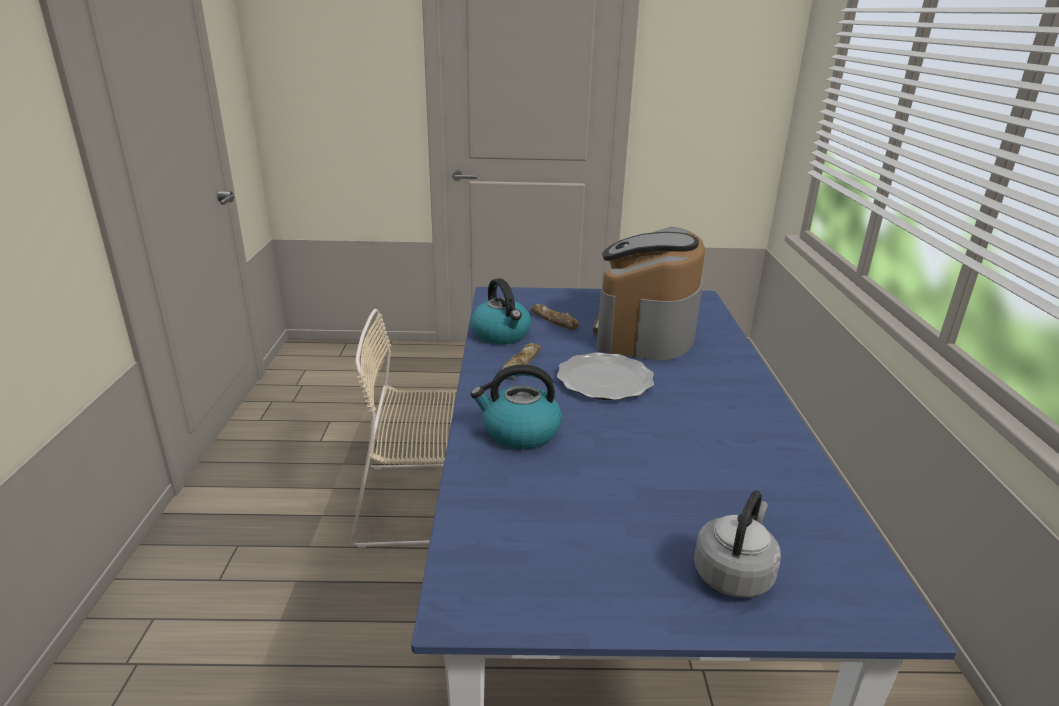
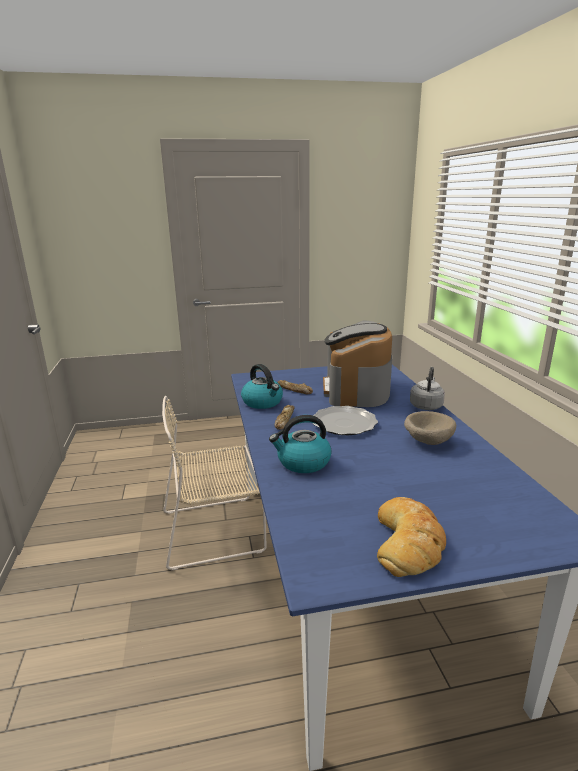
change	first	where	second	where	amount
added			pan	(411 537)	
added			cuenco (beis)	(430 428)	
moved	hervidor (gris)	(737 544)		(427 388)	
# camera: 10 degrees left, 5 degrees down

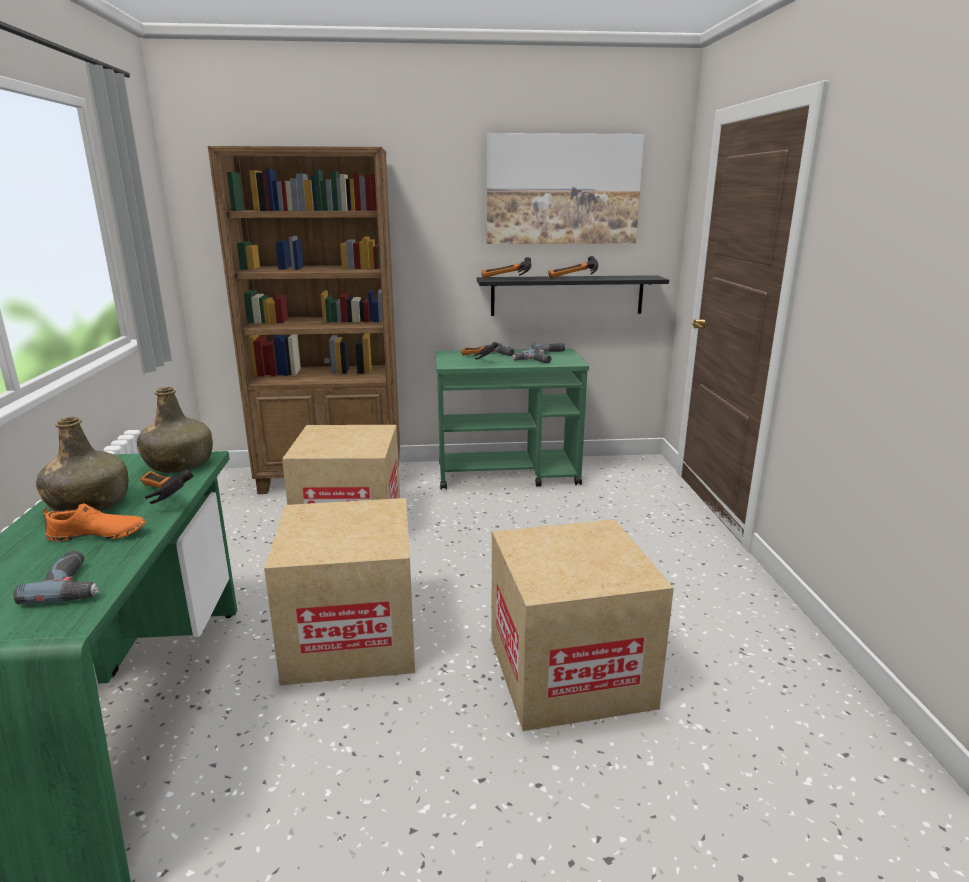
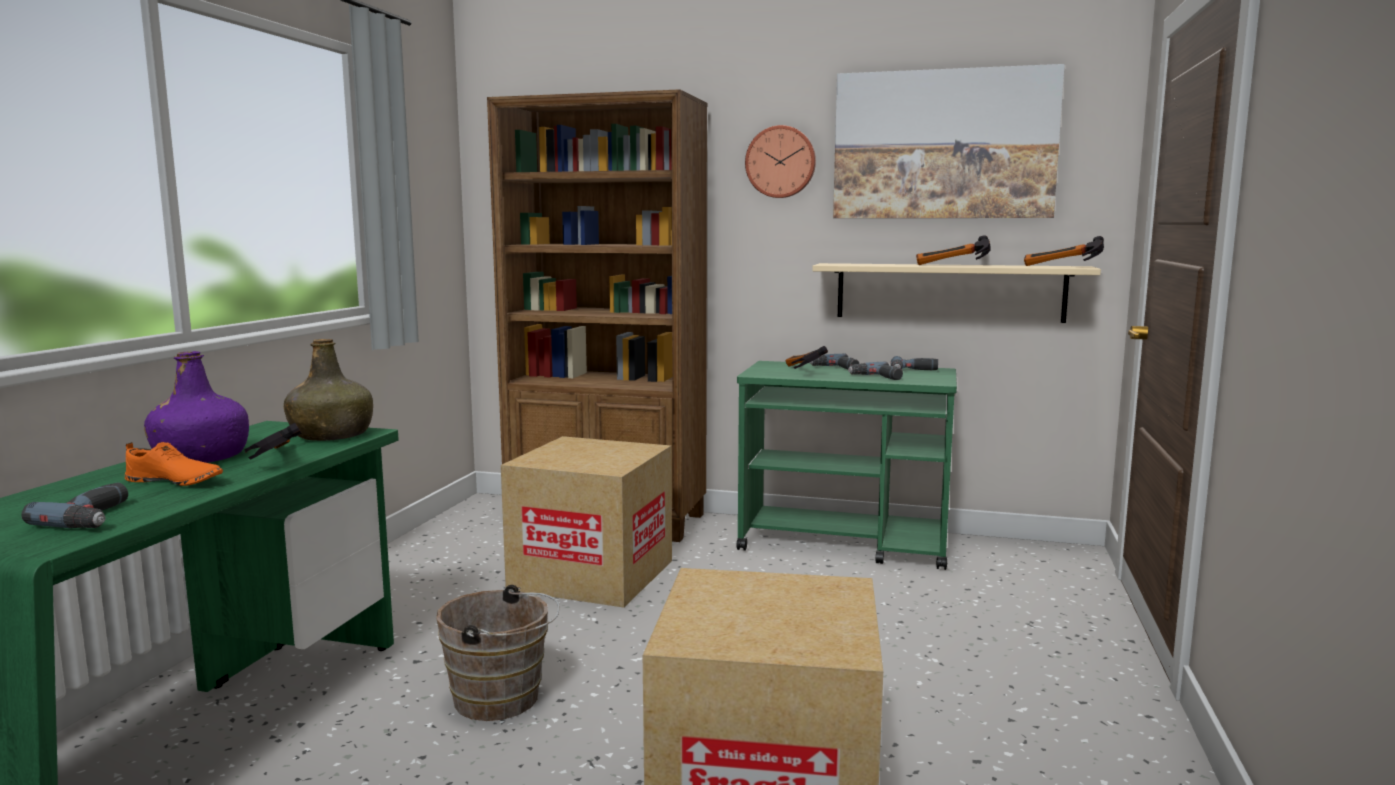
change	first	where	second	where	amount
recoloured	botella (verde)	(82 464)	botella (morado)	(196 407)	
replaced	caja de cartón	(339 591)	cubo (marrón)	(498 653)	
added			reloj de pared	(780 161)	
recoloured	estante (negro)	(573 295)	estante (beis)	(956 293)	
moved	martillo	(506 267)		(1064 251)	
# camera: 20 degrees right, 10 degrees down

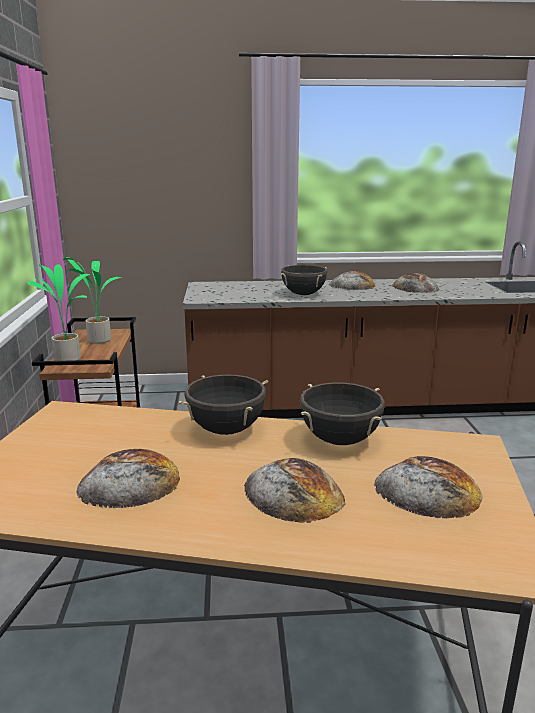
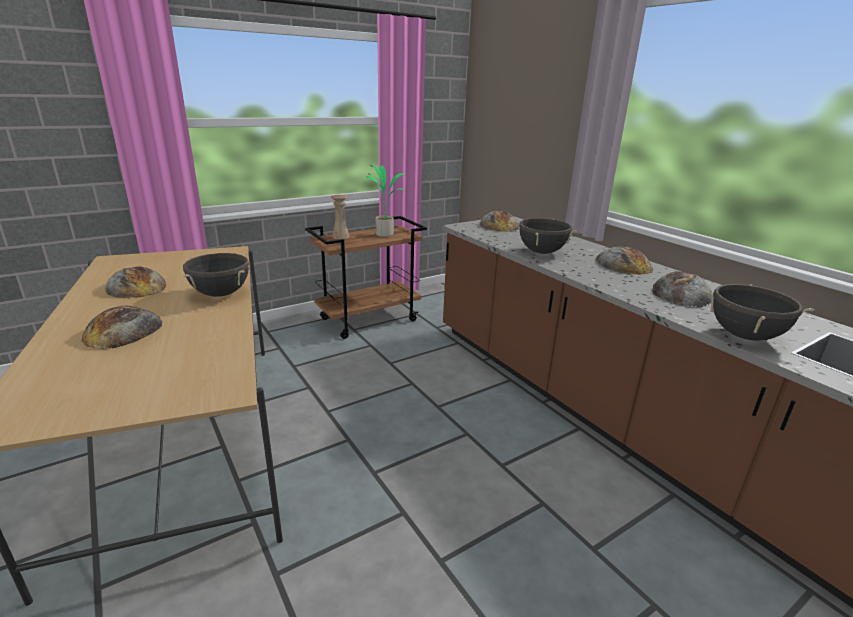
change	first	where	second	where	amount
replaced	planta en maceta	(58 312)	florero (beis)	(340 217)	
moved	pan	(428 487)		(499 221)	
moved	olla (negro)	(342 414)		(759 312)	
# camera: 60 degrees right, 5 degrees up

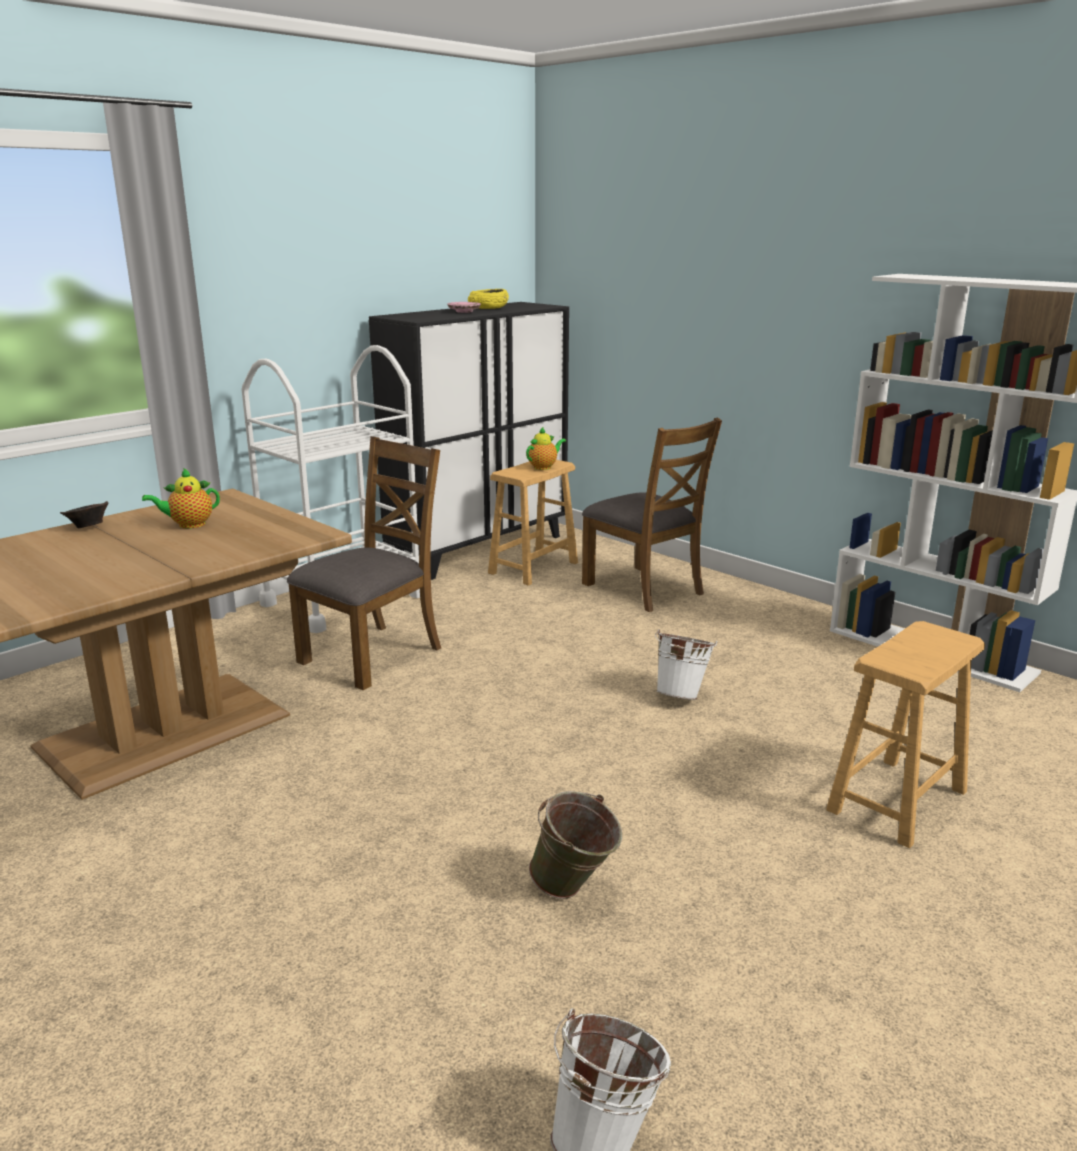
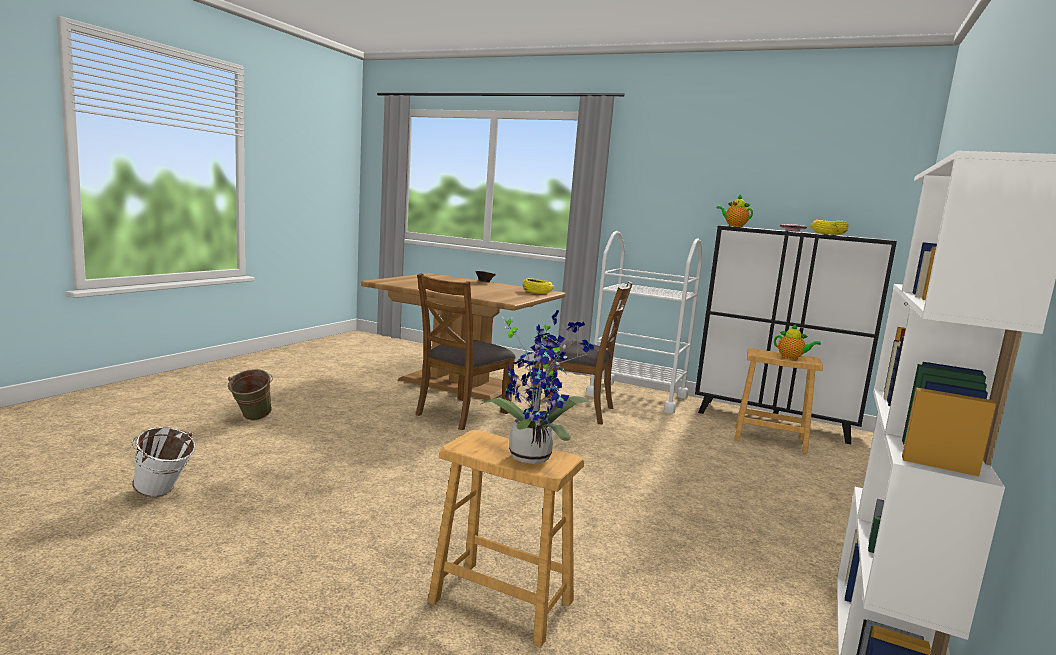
change	first	where	second	where	amount
moved	cubo (verde)	(575 845)		(250 394)	
moved	silla (marrón)	(652 515)		(465 351)	
added			planta en maceta	(537 387)	
added			cuenco (amarillo)	(538 286)	
moved	tetera	(181 498)		(735 211)	
removed	cubo (blanco)	(686 664)			
# camera: 70 degrees right, 10 degrees down

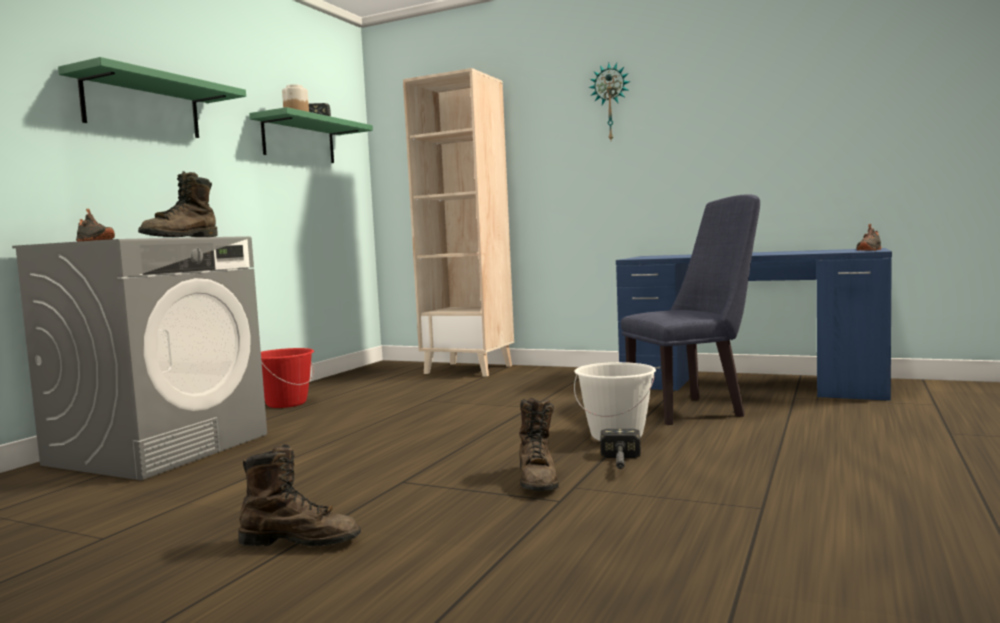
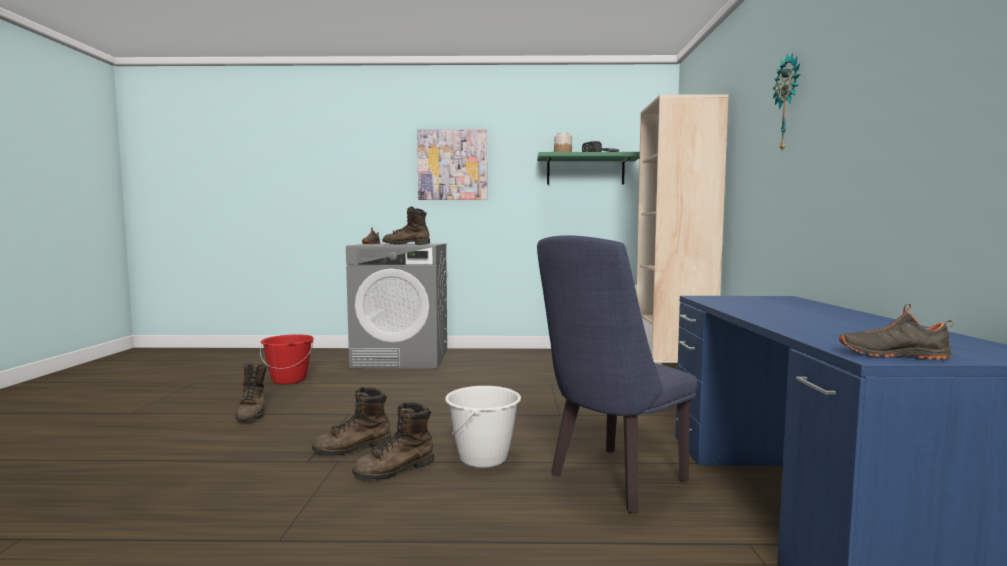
change	first	where	second	where	amount
moved	cubo (rojo)	(287 378)		(287 359)	
replaced	martillo	(620 449)	bota (marrón)	(393 441)	
replaced	estante (verde)	(152 97)	cuadro	(452 164)	
turned	silla (azul)	(690 309)		(617 374)	90 degrees clockwise
# camera: 65 degrees right, 0 degrees up

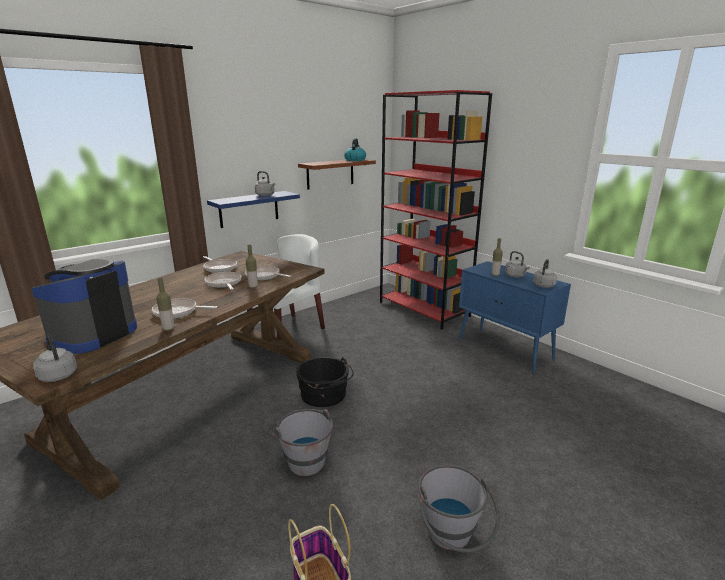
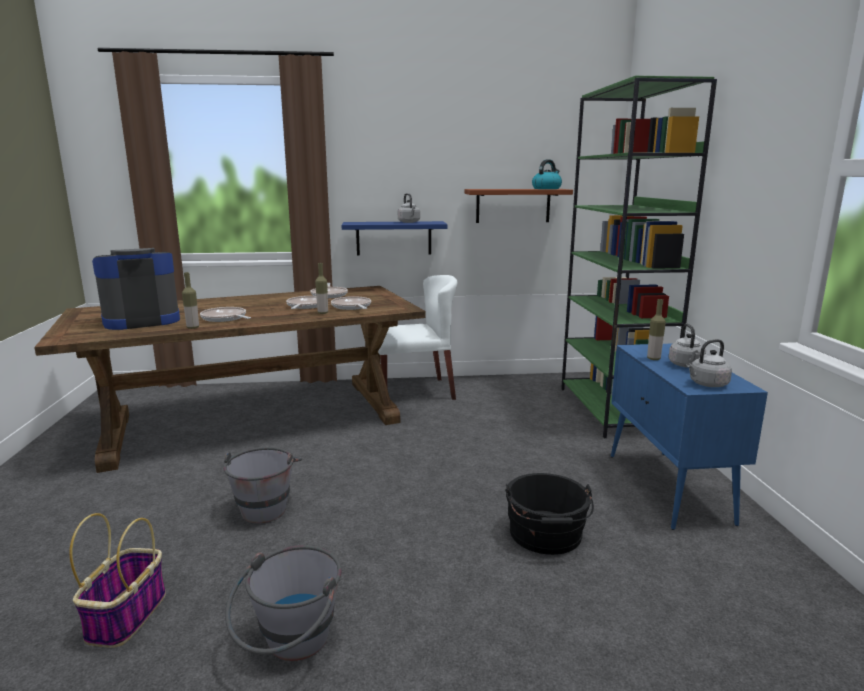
change	first	where	second	where	amount
moved	cubo (negro)	(324 382)		(549 514)	
recoloured	estantería (rojo)	(436 210)	estantería (verde)	(639 257)	
removed	hervidor (gris)	(55 358)			
# camera: 35 degrees right, 5 degrees down

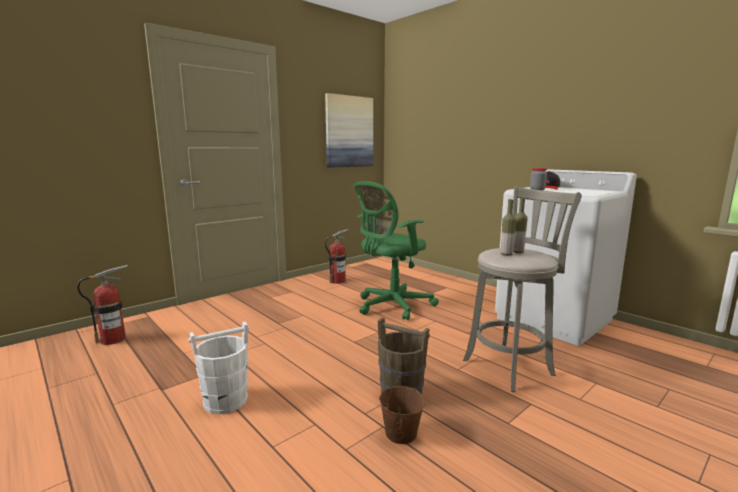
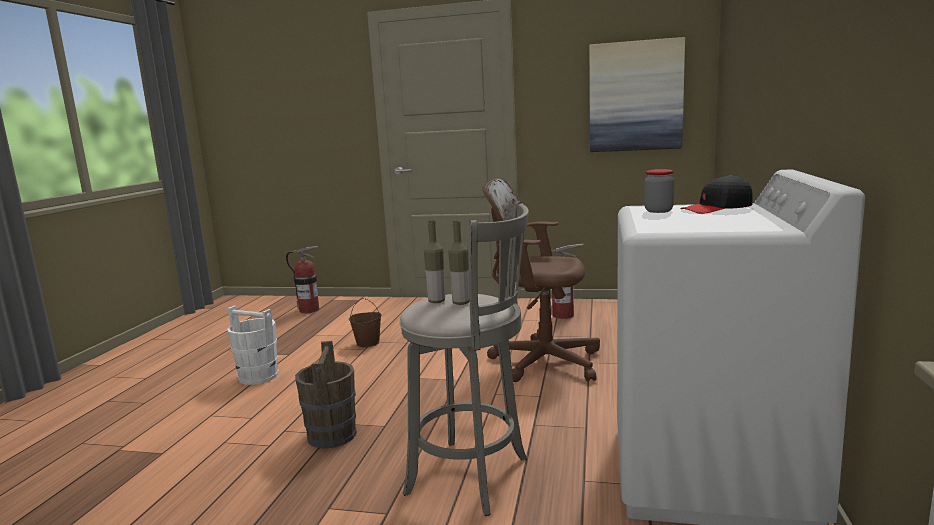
change	first	where	second	where	amount
moved	cubo (marrón)	(402 409)		(365 322)	
recoloured	silla de oficina (verde)	(396 250)	silla de oficina (marrón)	(541 280)	
# camera: 55 degrees right, 0 degrees up

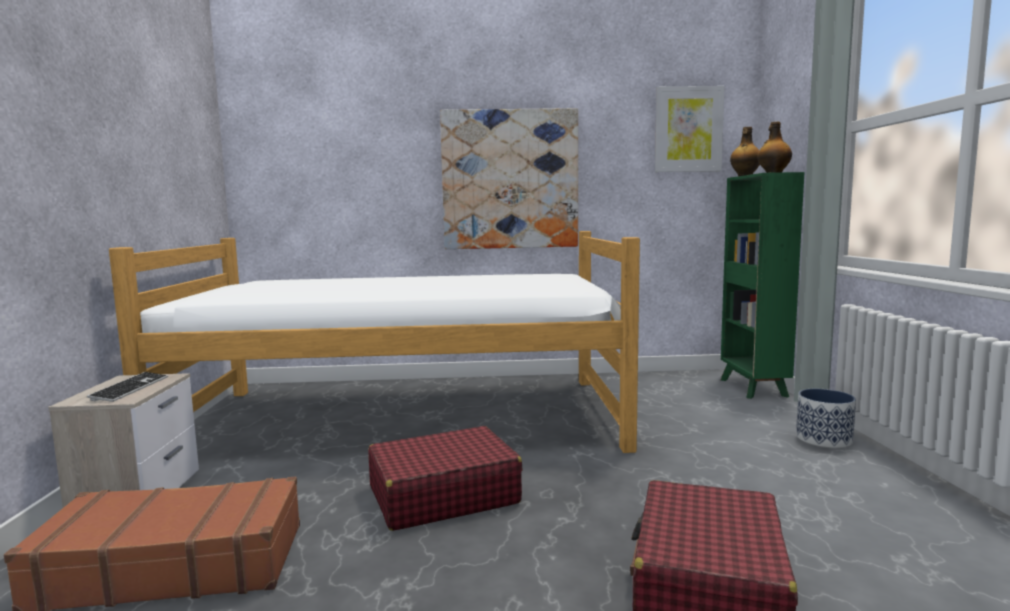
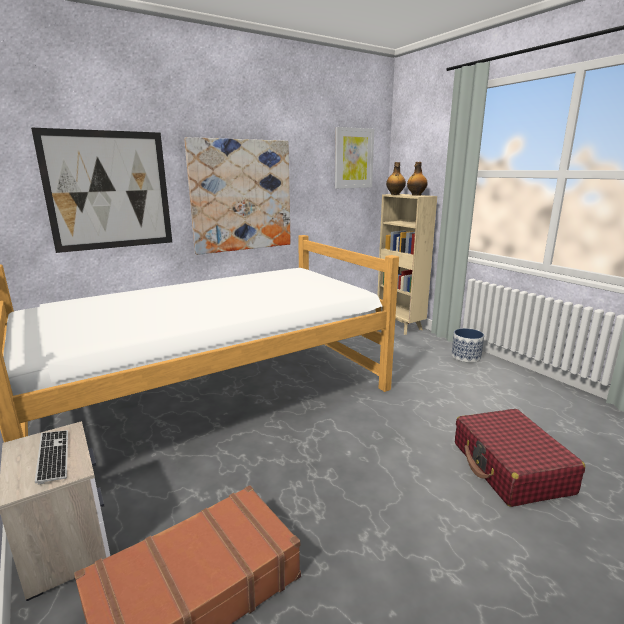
change	first	where	second	where	amount
added			cuadro	(101 190)	
recoloured	estantería (verde)	(762 285)	estantería (beis)	(407 264)	
removed	maleta (rojo)	(445 478)			
# camera: 30 degrees left, 10 degrees up

